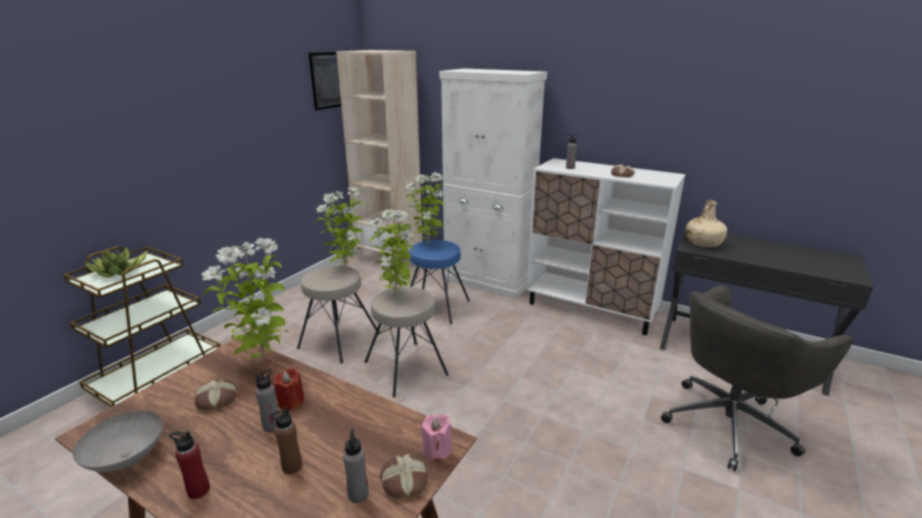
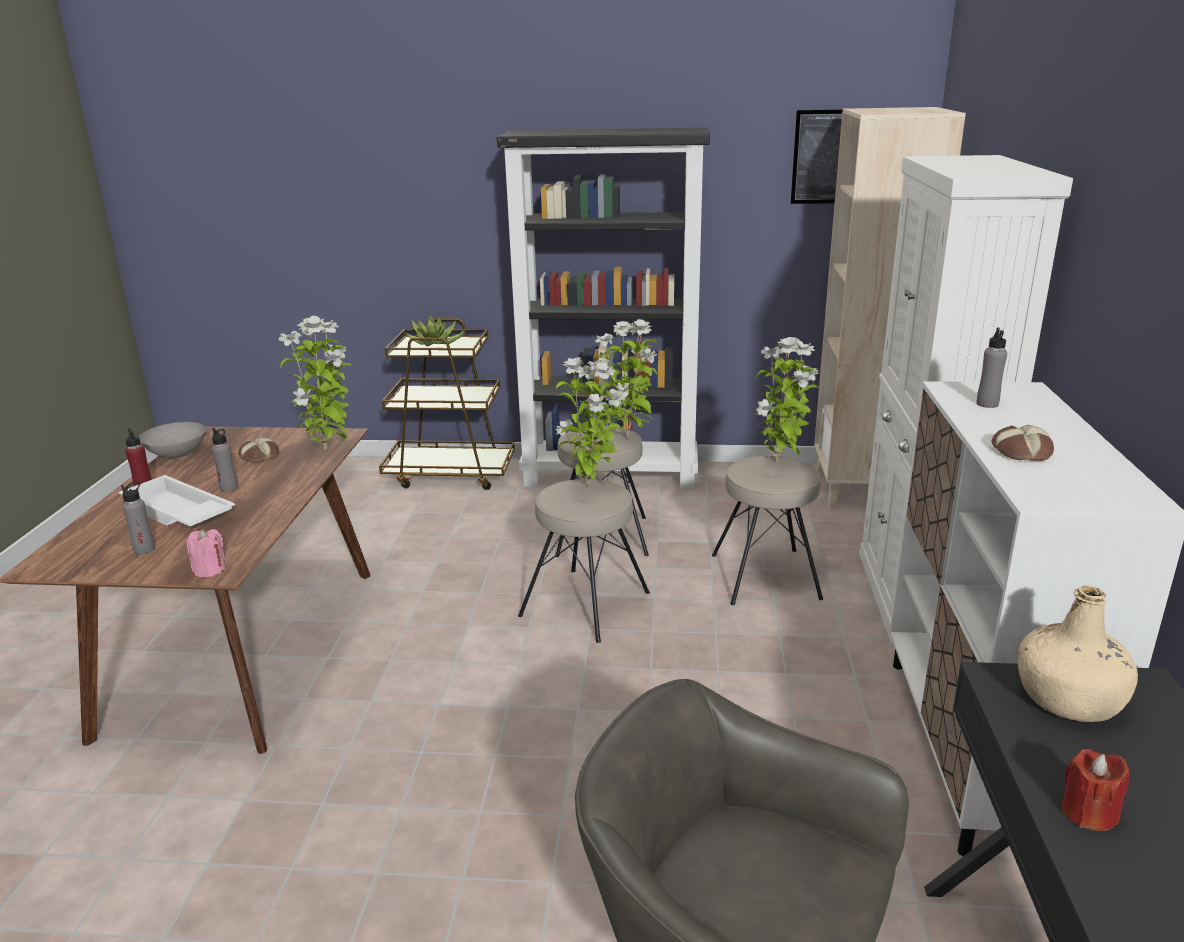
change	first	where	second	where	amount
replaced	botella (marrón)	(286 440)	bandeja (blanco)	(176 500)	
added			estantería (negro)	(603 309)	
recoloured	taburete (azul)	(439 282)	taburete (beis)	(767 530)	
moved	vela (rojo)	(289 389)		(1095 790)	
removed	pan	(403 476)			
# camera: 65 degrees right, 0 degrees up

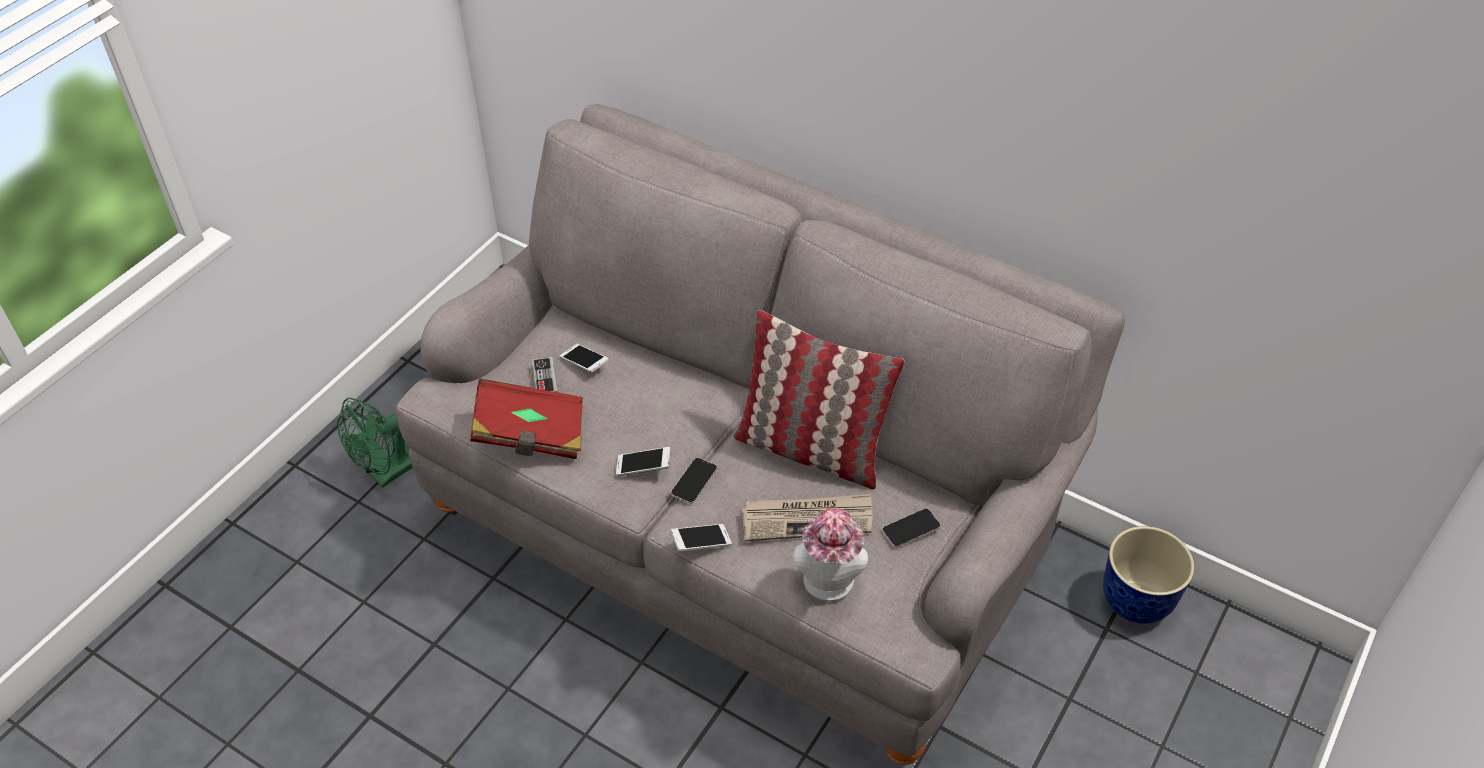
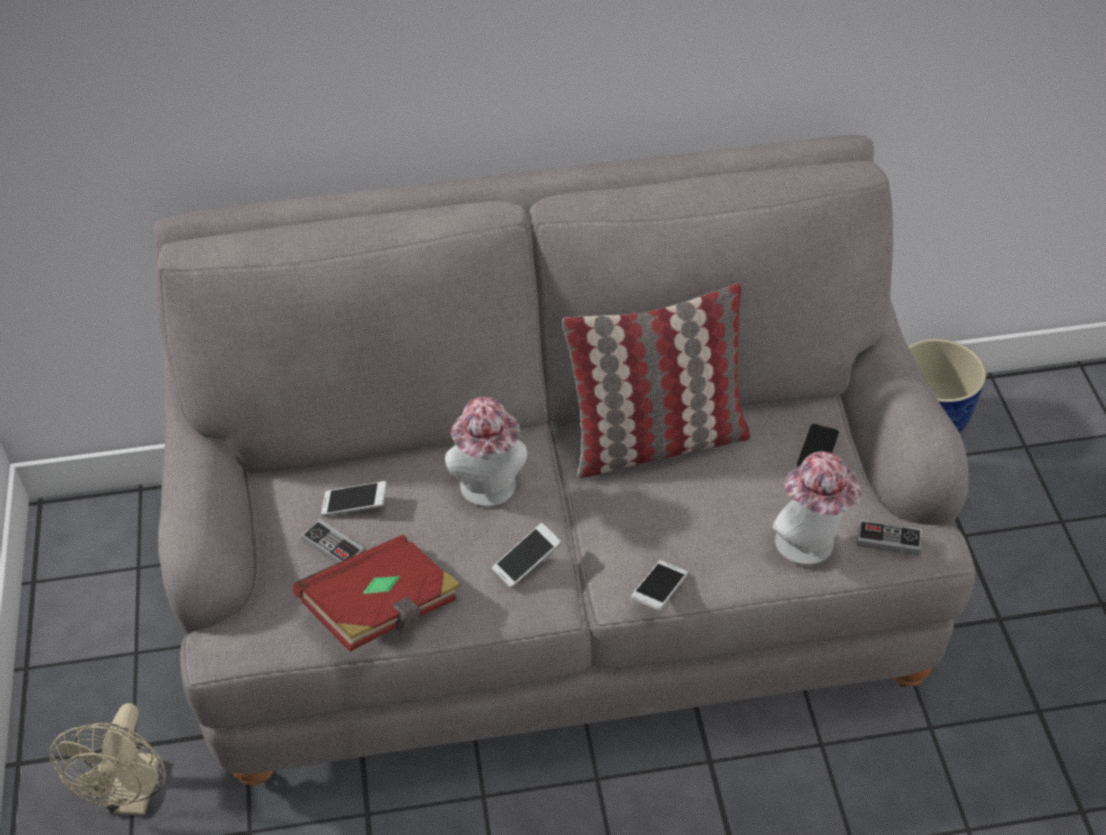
change	first	where	second	where	amount
recoloured	ventilador (verde)	(375 443)	ventilador (beis)	(108 759)	
added			sombrero	(486 452)	
added			mando de consola	(889 538)	
removed	móvil	(694 481)			
removed	periódico	(807 517)			
# camera: 40 degrees left, 0 degrees up

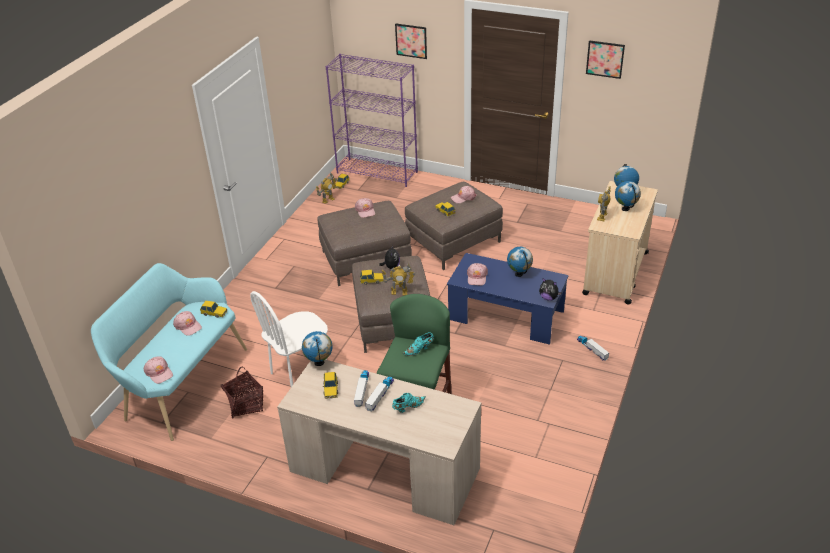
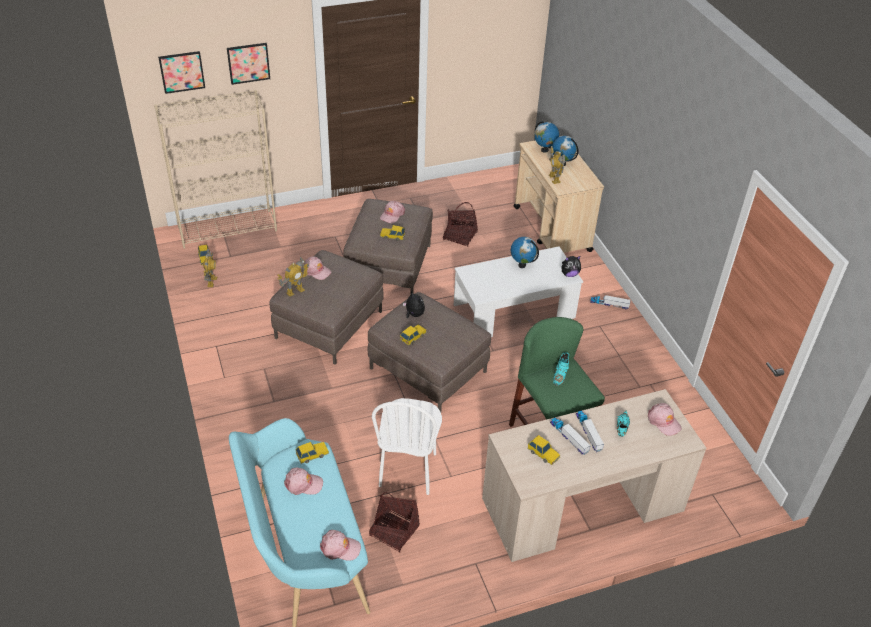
change	first	where	second	where	amount
recoloured	estantería (morado)	(372 120)	estantería (beis)	(215 169)	
moved	cuadro	(605 59)		(181 72)	
moved	robot de juguete	(398 280)		(293 277)	
added			cesta	(460 224)	
recoloured	mesa de centro (azul)	(508 299)	mesa de centro (blanco)	(518 291)	
moved	gorra (rosa)	(477 274)		(665 419)	
removed	globo terráqueo	(317 348)			
# camera: 45 degrees left, 5 degrees up

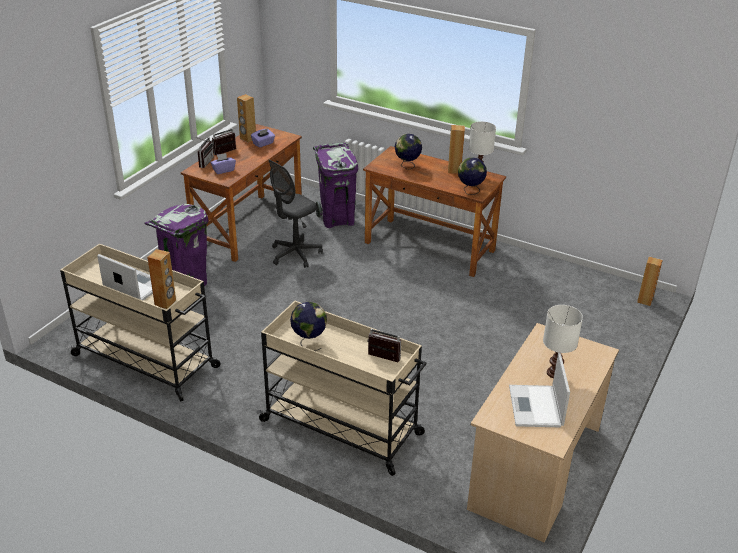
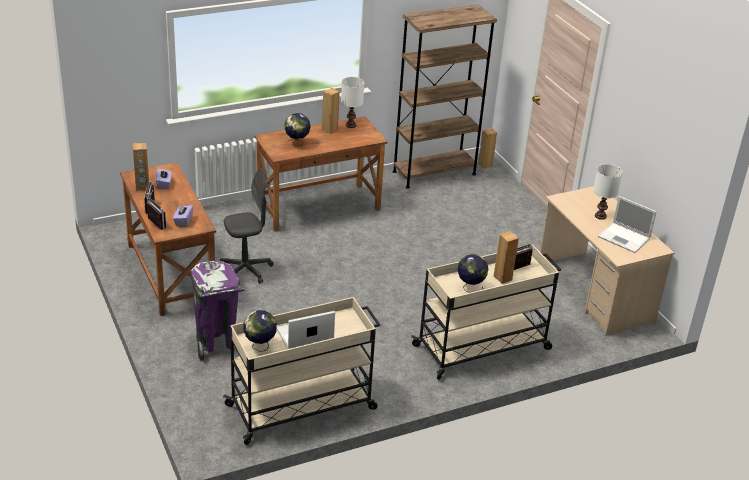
change	first	where	second	where	amount
turned	silla de oficina (gris)	(296 213)		(247 226)	105 degrees counterclockwise
moved	globo terráqueo	(472 176)		(260 331)	
added			estantería (marrón)	(444 96)	
moved	altavoz (marrón)	(161 279)		(506 257)	
removed	papelera (morado)	(335 185)			
# camera: 55 degrees left, 0 degrees up

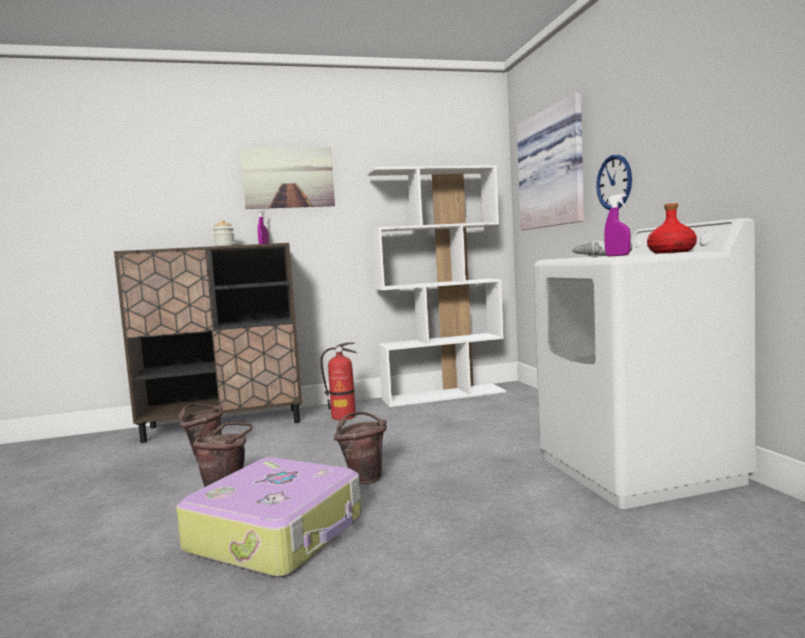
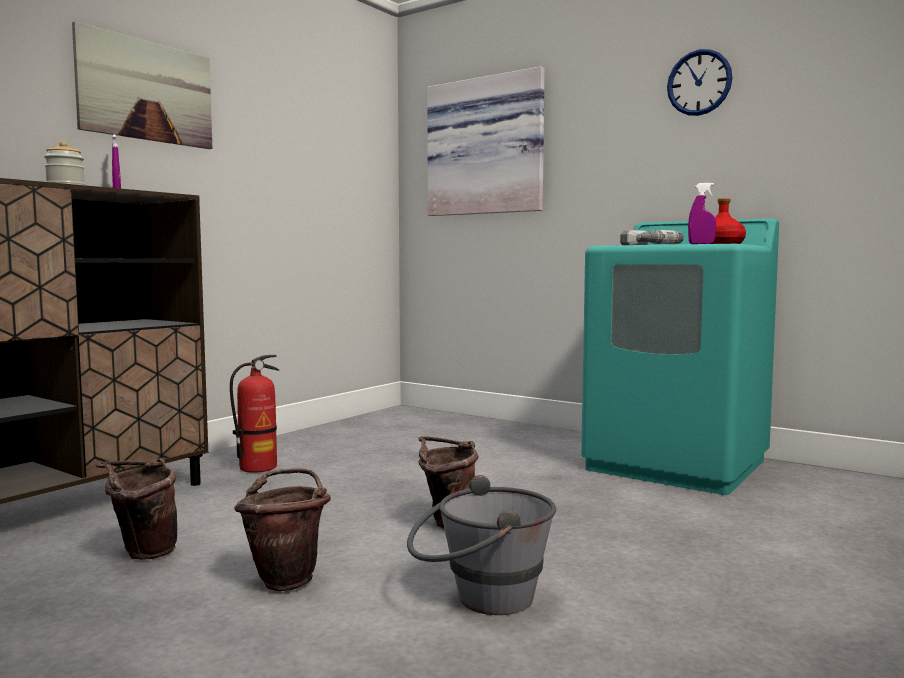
change	first	where	second	where	amount
replaced	maleta	(269 517)	cubo (gris)	(481 545)	
recoloured	lavadora (blanco)	(645 363)	lavadora (turquesa)	(680 356)	
moved	reloj de pared	(614 182)		(699 82)	
removed	estantería (blanco)	(436 286)			
# camera: 40 degrees left, 0 degrees up

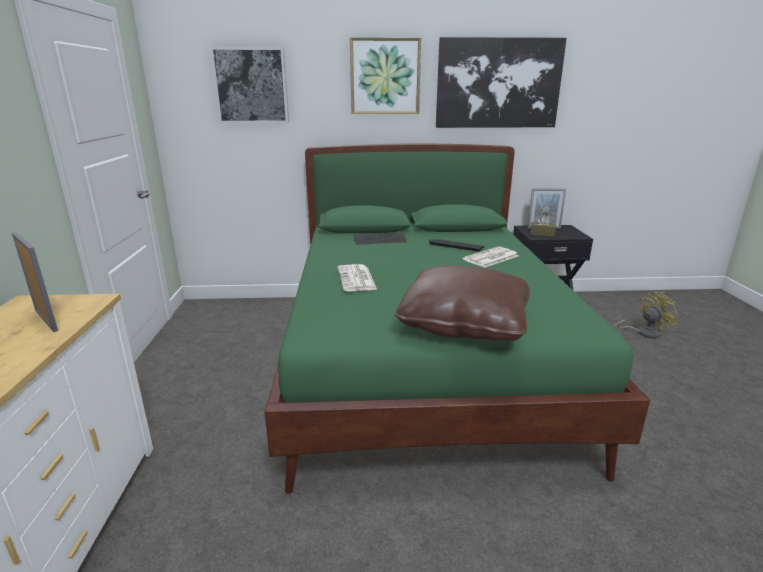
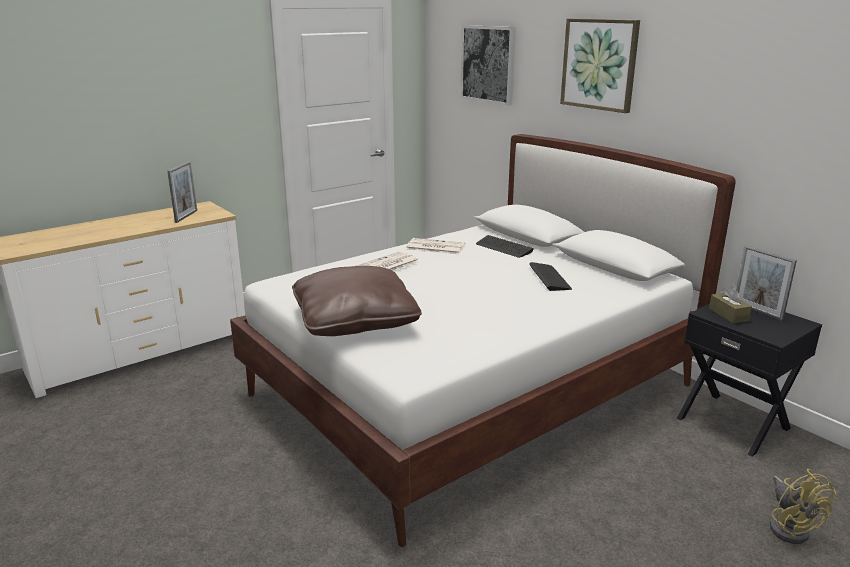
change	first	where	second	where	amount
recoloured	cama (verde)	(457 319)	cama (blanco)	(483 340)	
moved	periódico	(490 257)		(435 246)	
turned	ventilador (amarillo)	(644 315)		(803 506)	45 degrees clockwise
removed	cuadro	(501 82)			
# camera: 55 degrees right, 0 degrees up

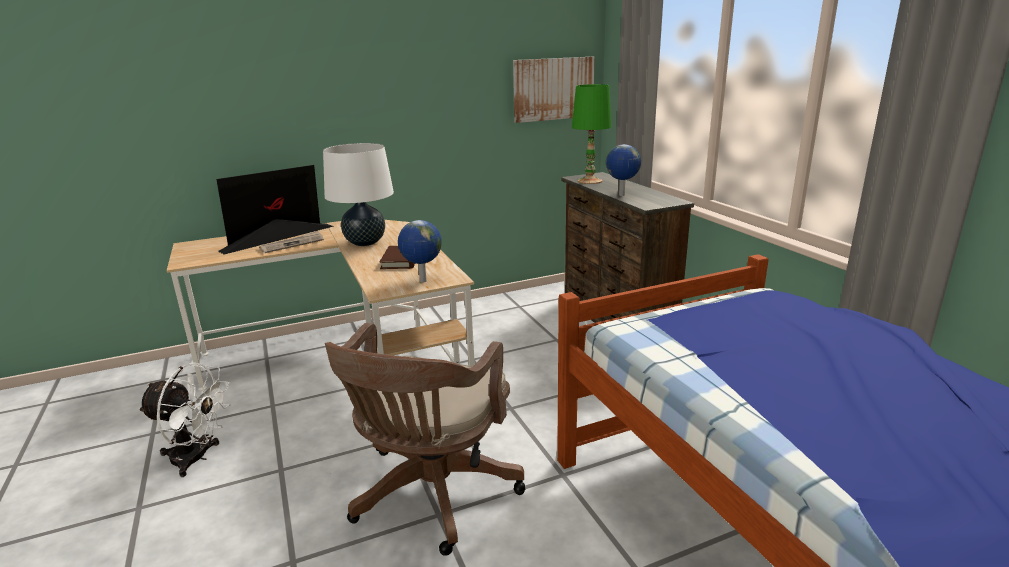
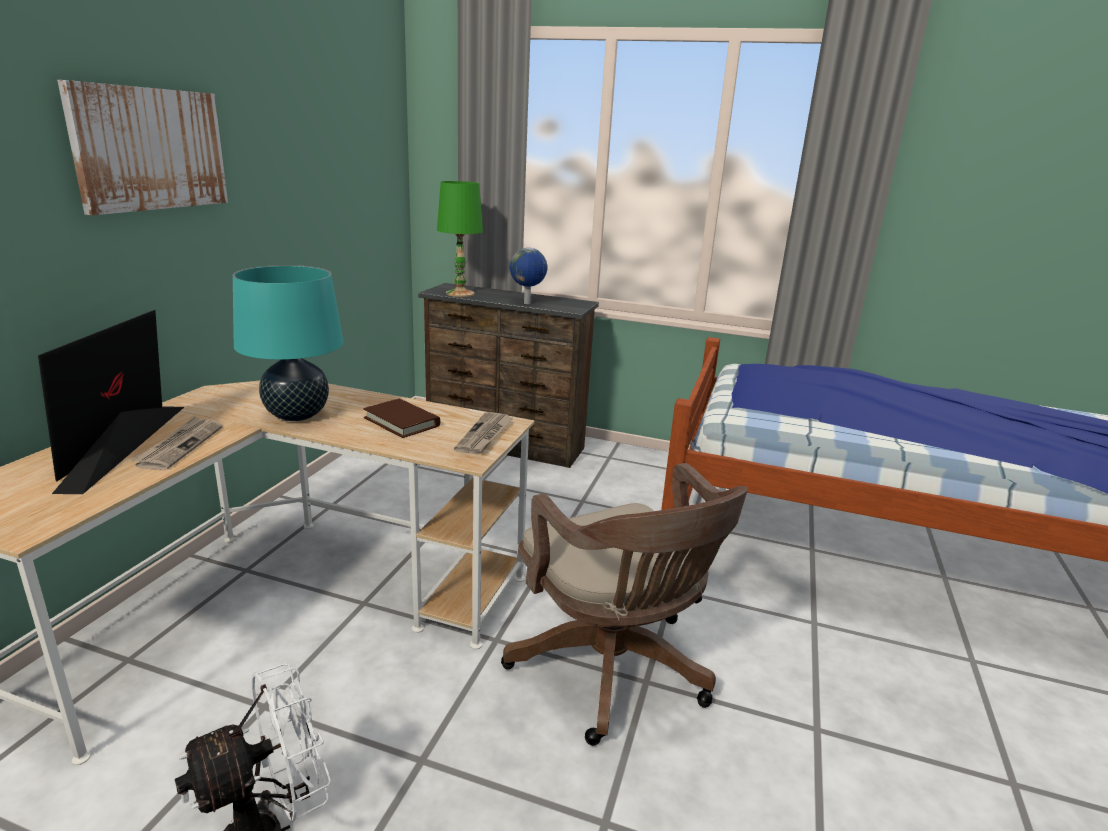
change	first	where	second	where	amount
moved	cuadro	(554 90)		(142 147)	
recoloured	lámpara de mesa (blanco)	(358 194)	lámpara de mesa (turquesa)	(288 343)	
replaced	globo terráqueo	(420 251)	periódico	(483 433)	
# camera: 50 degrees left, 0 degrees up

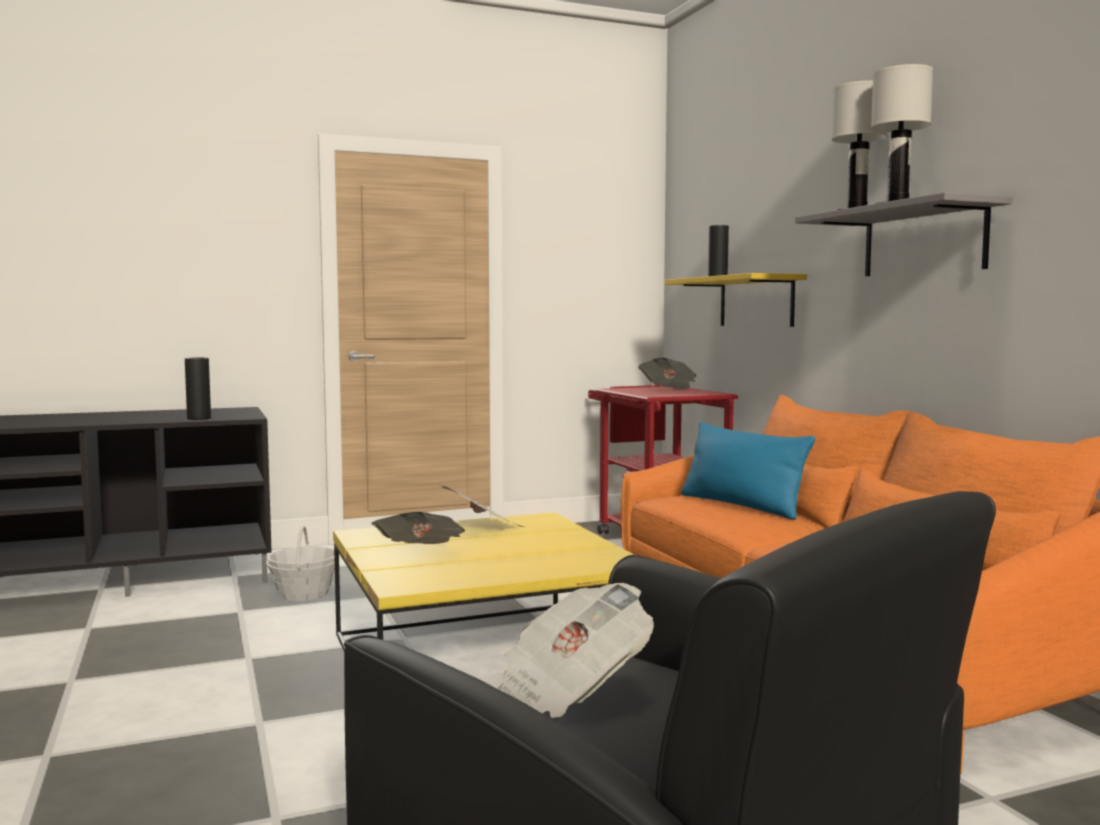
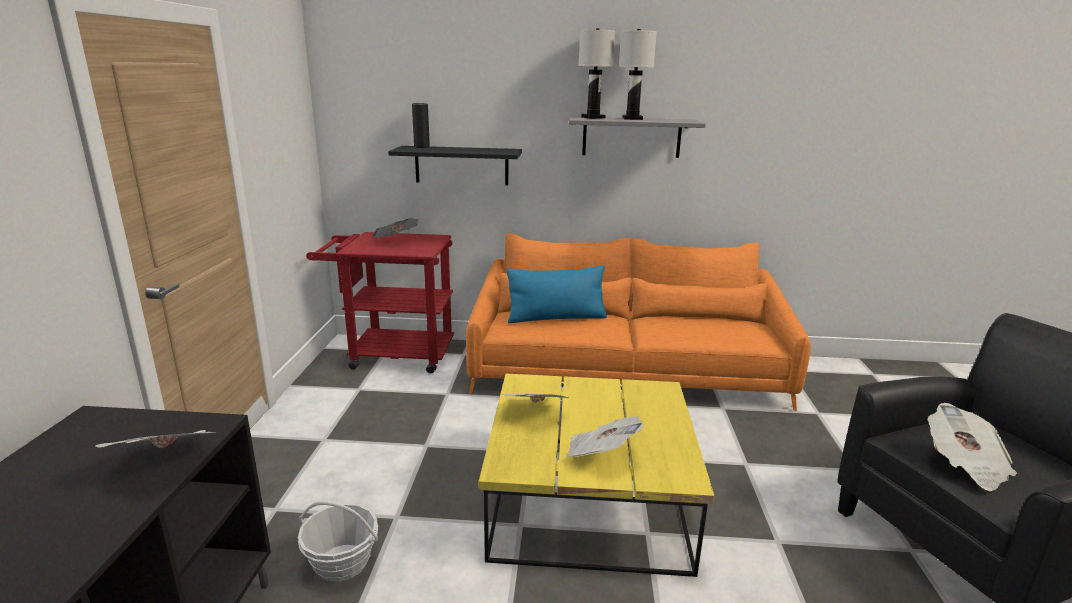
change	first	where	second	where	amount
replaced	florero (negro)	(198 388)	periódico	(157 439)	
recoloured	estante (amarillo)	(736 300)	estante (negro)	(455 165)	
# camera: 65 degrees left, 15 degrees up

